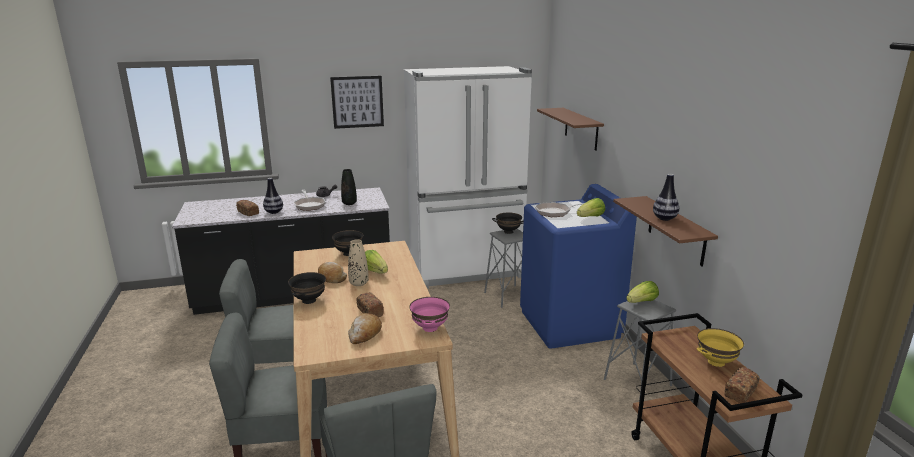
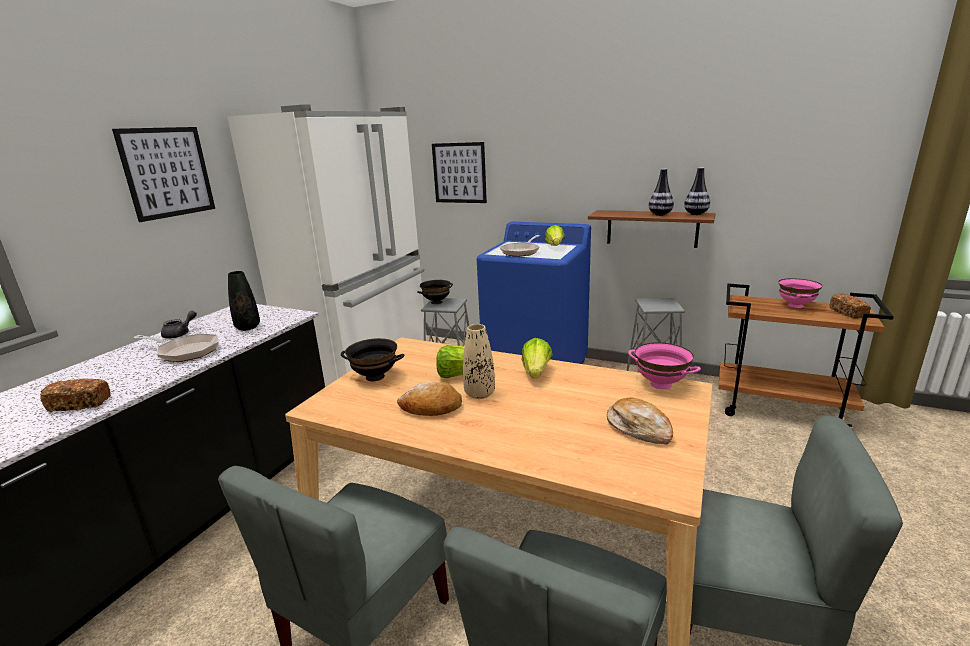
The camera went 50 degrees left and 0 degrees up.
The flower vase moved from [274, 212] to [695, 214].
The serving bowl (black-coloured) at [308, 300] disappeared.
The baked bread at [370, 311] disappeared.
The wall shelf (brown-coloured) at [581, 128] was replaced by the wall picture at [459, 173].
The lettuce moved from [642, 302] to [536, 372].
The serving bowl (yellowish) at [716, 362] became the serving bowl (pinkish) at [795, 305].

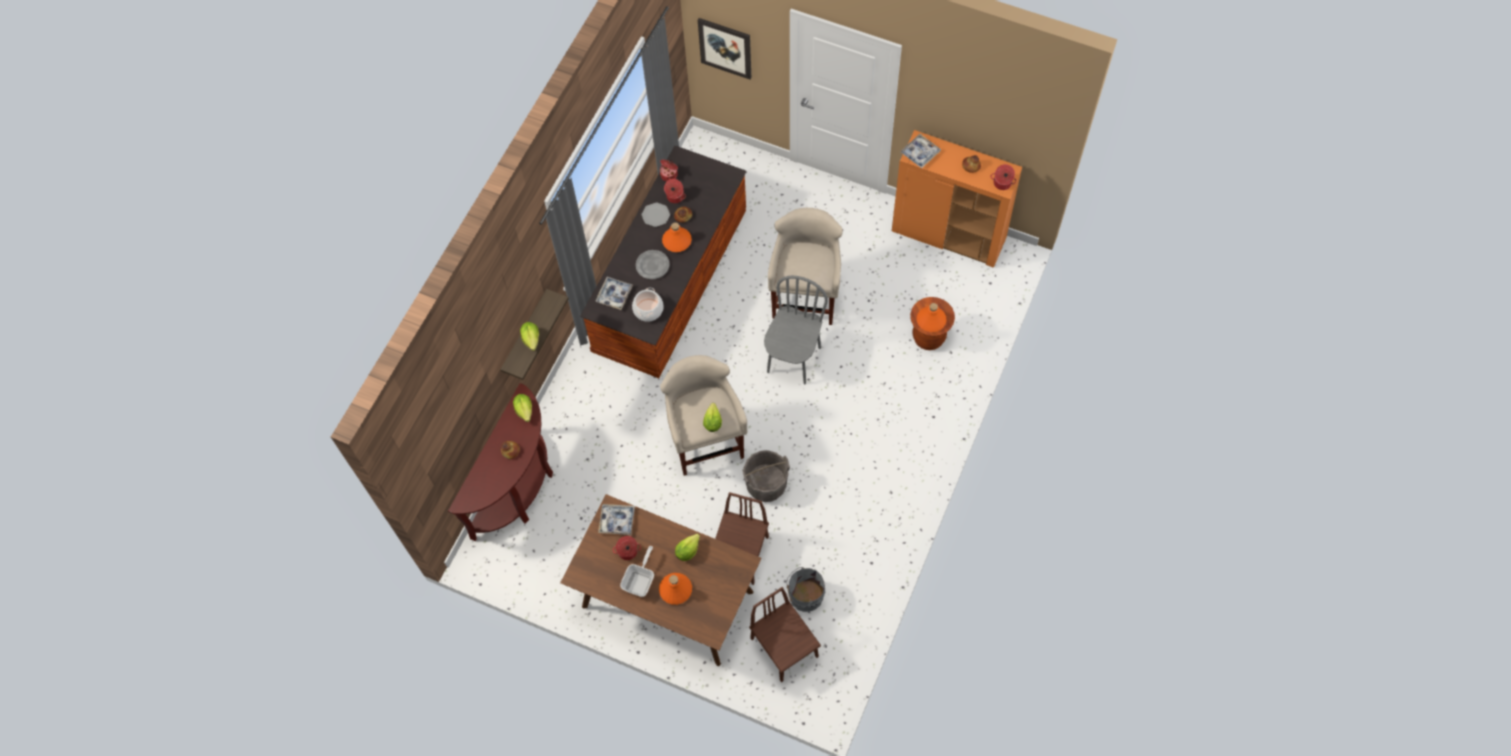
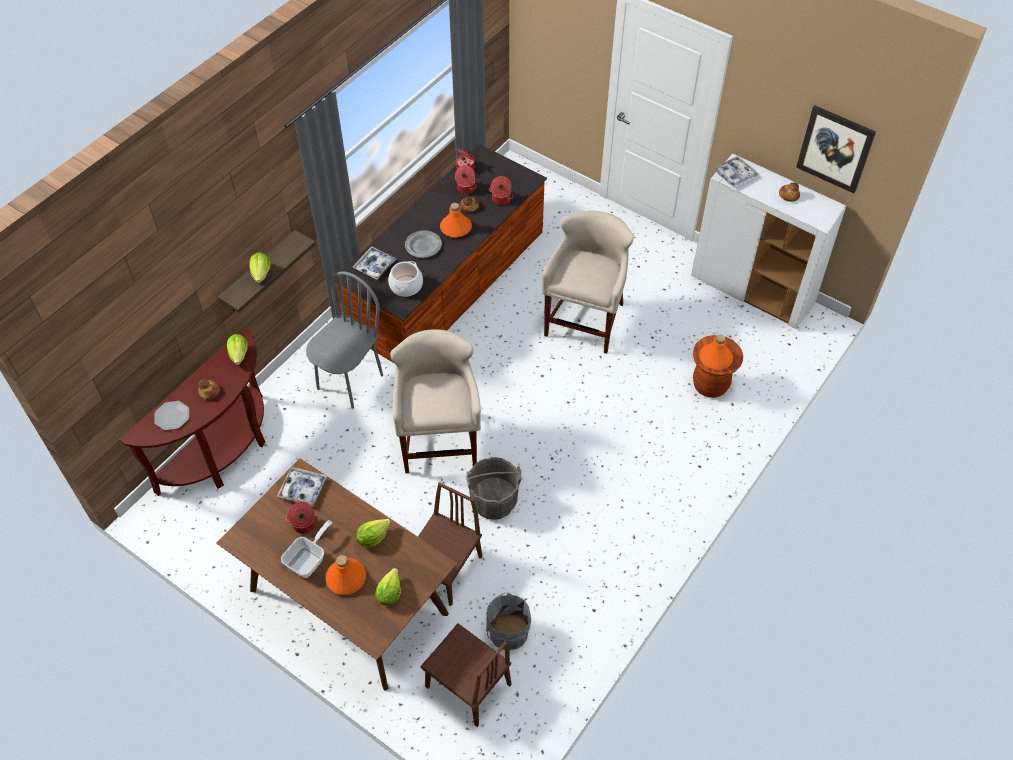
The camera went 10 degrees right and 10 degrees down.
The dinner plate moved from [655, 215] to [172, 416].
The wall picture moved from [725, 48] to [835, 149].
The lettuce moved from [712, 422] to [389, 593].
The upright chair (brown-coloured) at [784, 647] turned 150 degrees clockwise.
The upright chair (grey) moved from [793, 359] to [349, 381].
The cabinet (orangey) at [949, 235] became the cabinet (white-coloured) at [752, 291].
The stockpot moved from [1002, 183] to [501, 199].

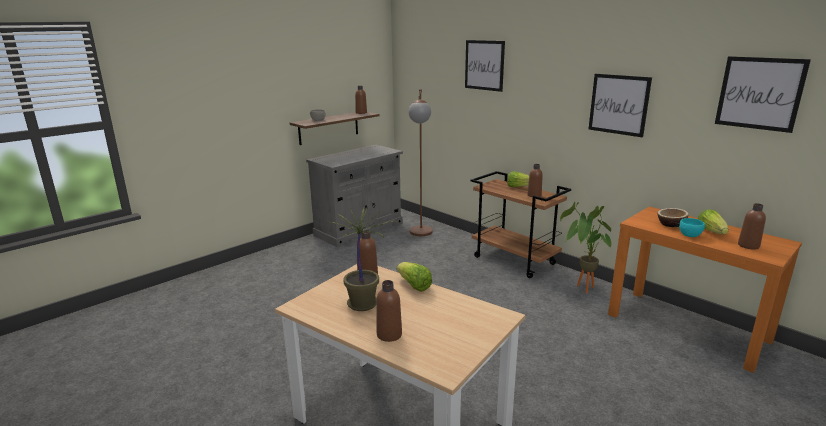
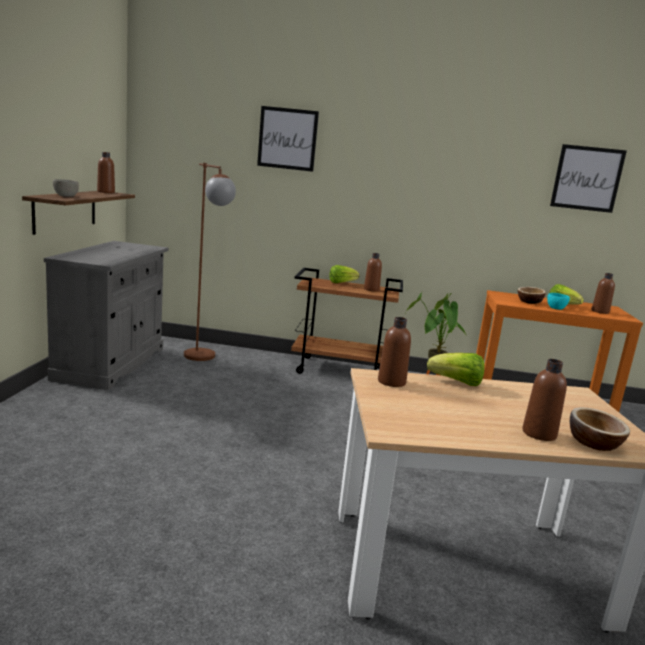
The camera went 40 degrees left and 5 degrees down.
The plant in a pot at [364, 304] disappeared.
The wall picture at [618, 104] disappeared.
The serving bowl at [594, 443] appeared.

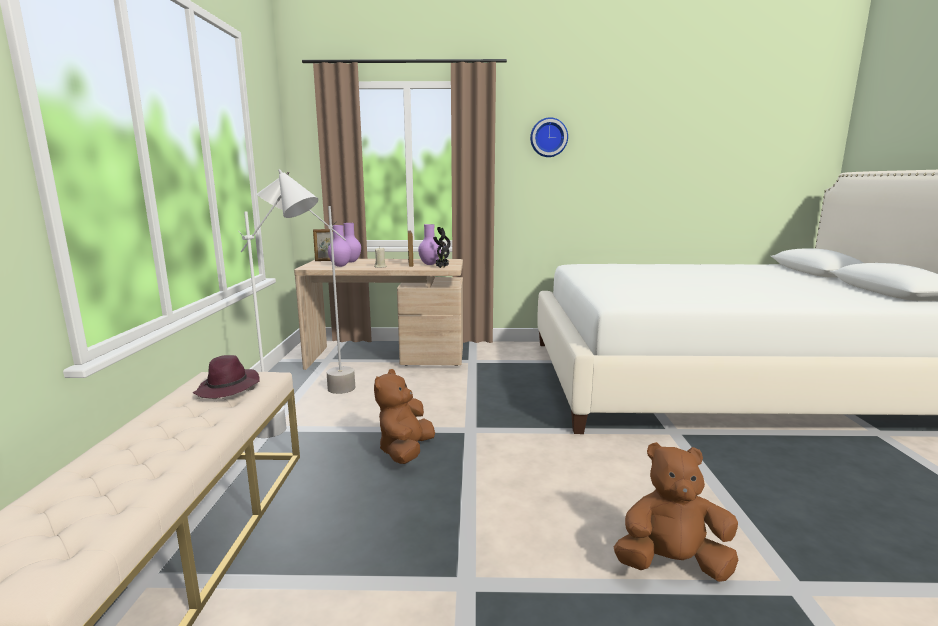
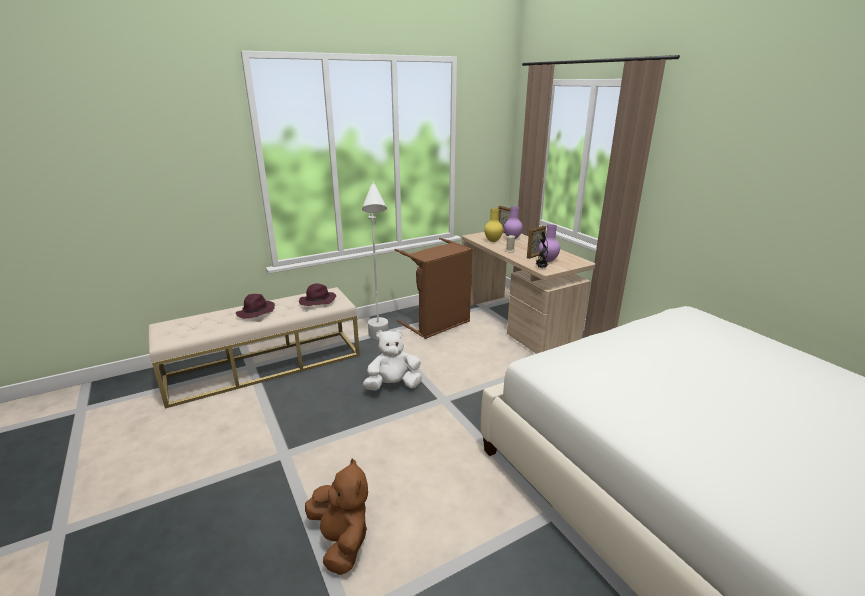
The camera went 60 degrees right and 10 degrees up.
The standard lamp (grey) at [317, 390] was replaced by the laundry basket (brown-coloured) at [437, 324].
The flower vase (purplish) at [340, 266] became the flower vase (yellowish) at [492, 241].
The cuddly toy (brown-coloured) at [405, 451] became the cuddly toy (white-coloured) at [393, 385].
The hanging clock at [548, 137] disappeared.
The hat (purplish) at [256, 312] appeared.

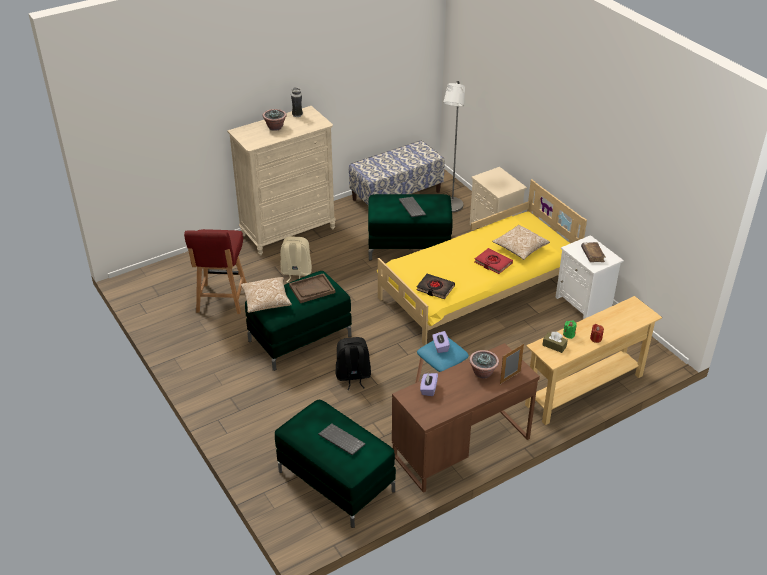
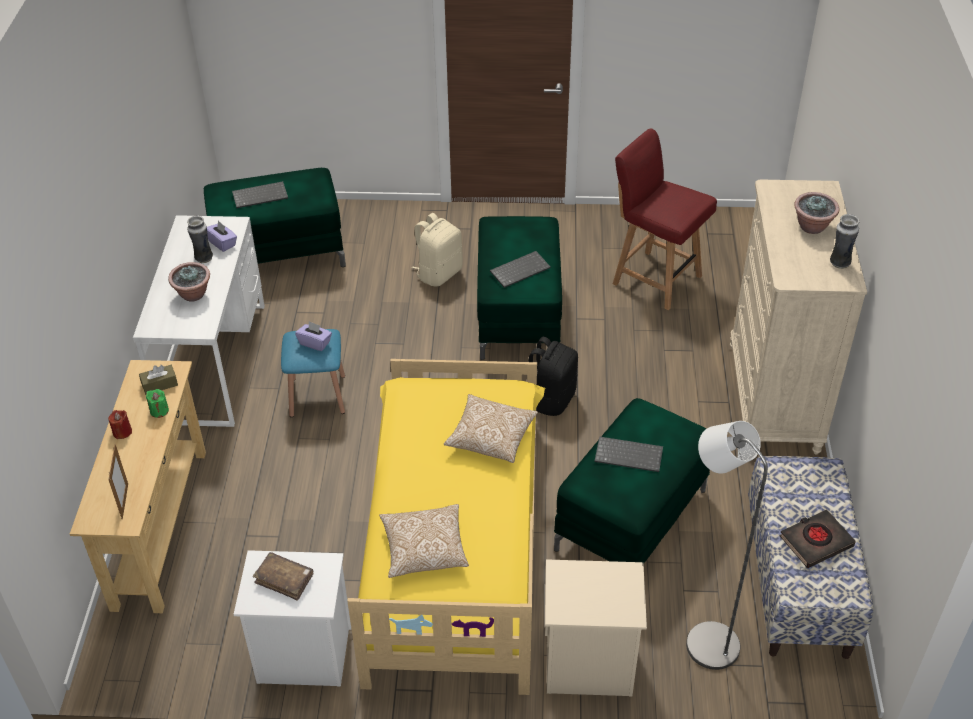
The camera went 125 degrees right and 5 degrees up.
The pillow moved from [266, 301] to [491, 438].
The knapsack (beige-coloured) moved from [296, 273] to [439, 273].
The carrying tray (brown-coloured) at [312, 289] was replaced by the keyboard at [520, 269].
The knapsack (black-coloured) moved from [353, 377] to [551, 399].
The desk unit (brown-coloured) at [461, 446] became the desk unit (white-coloured) at [214, 362].
The book (black-coloured) moved from [435, 288] to [816, 541].
The book (red-coloured) at [493, 263] disappeared.
The photo frame moved from [510, 377] to [125, 501].
The flower vase at [203, 258] appeared.

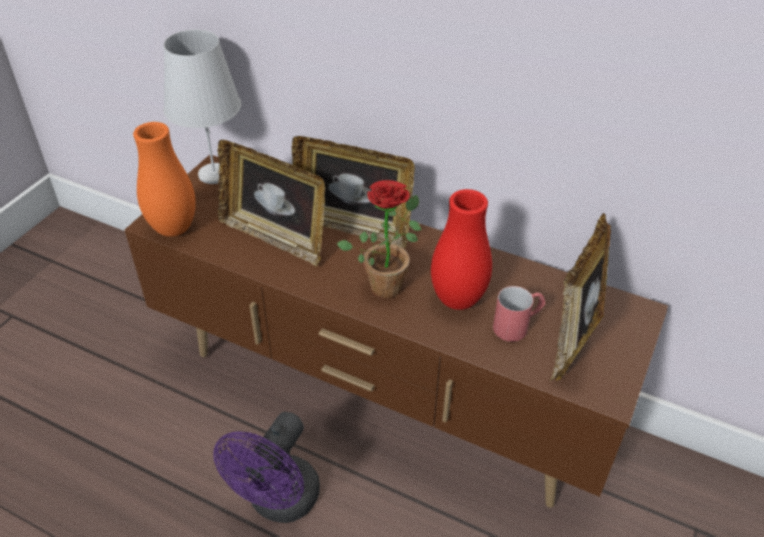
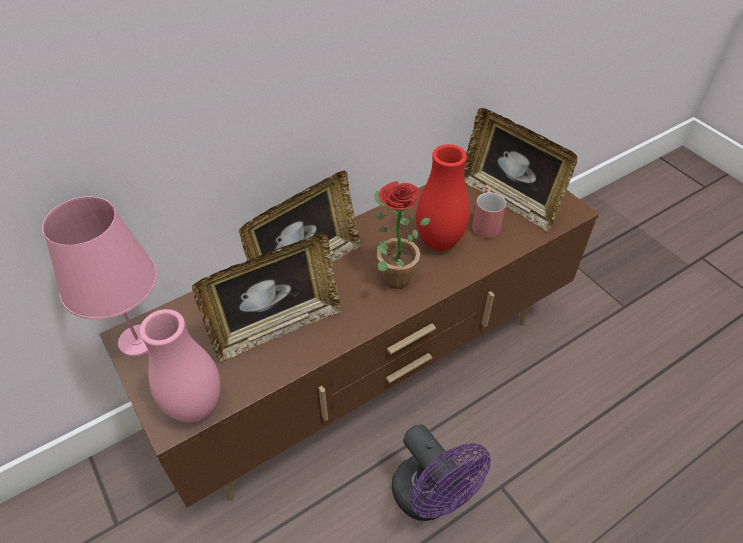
The camera went 60 degrees left and 5 degrees up.
The flower vase (orangey) at [173, 229] became the flower vase (pinkish) at [196, 407].
The tabletop lamp (white-coloured) at [215, 174] became the tabletop lamp (pinkish) at [138, 340].

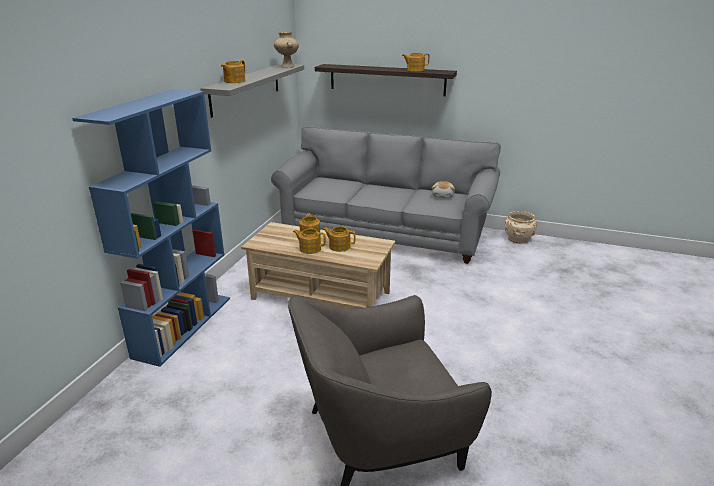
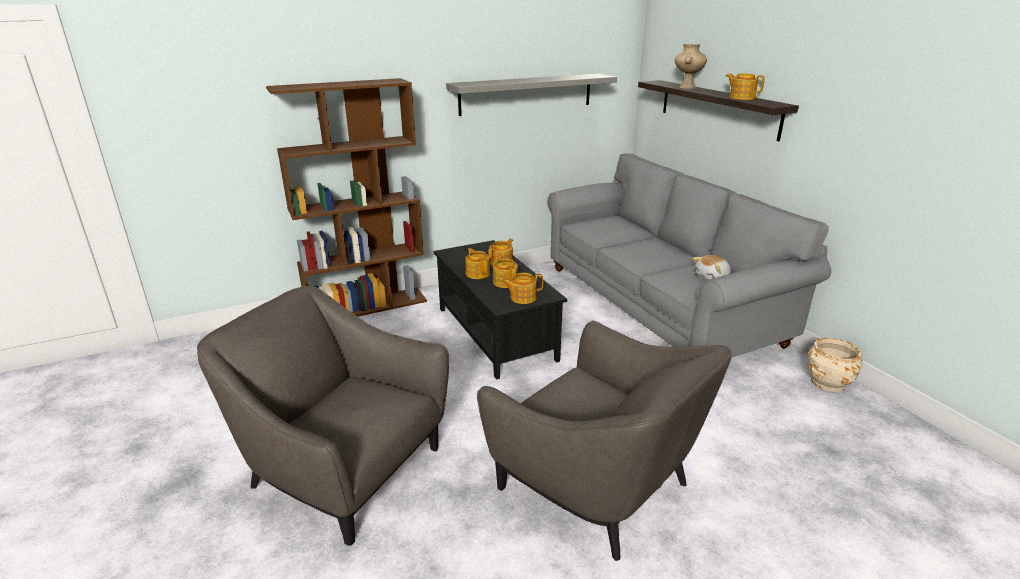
The camera went 45 degrees right and 0 degrees up.
The bookshelf (blue-coloured) at [183, 325] became the bookshelf (brown-coloured) at [367, 306].
The tea pot moved from [234, 81] to [522, 297].
The low table (beige-coloured) at [321, 295] became the low table (black-coloured) at [496, 333].
The flower vase (beige-coloured) moved from [287, 66] to [686, 87].
The armchair (grey) at [596, 484] appeared.

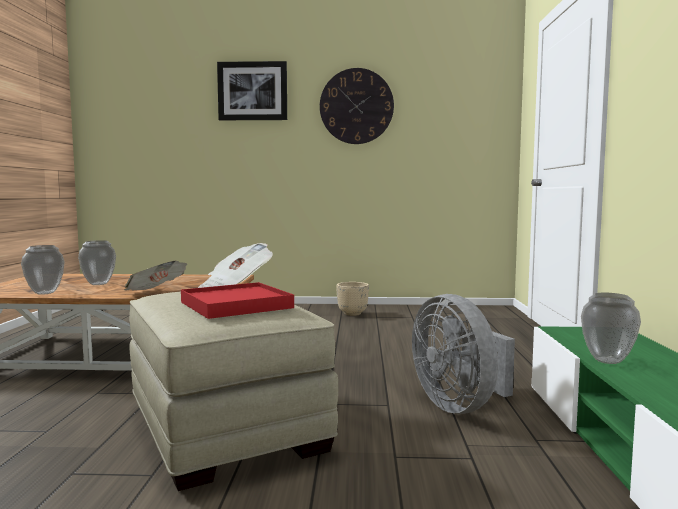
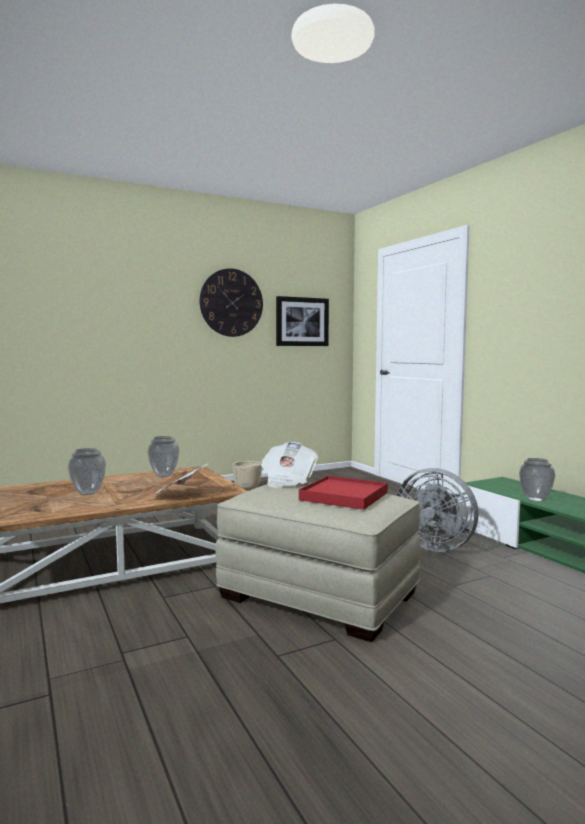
The camera went 30 degrees left and 0 degrees up.
The flower vase moved from [44, 293] to [163, 475].
The wall picture moved from [252, 91] to [302, 321].

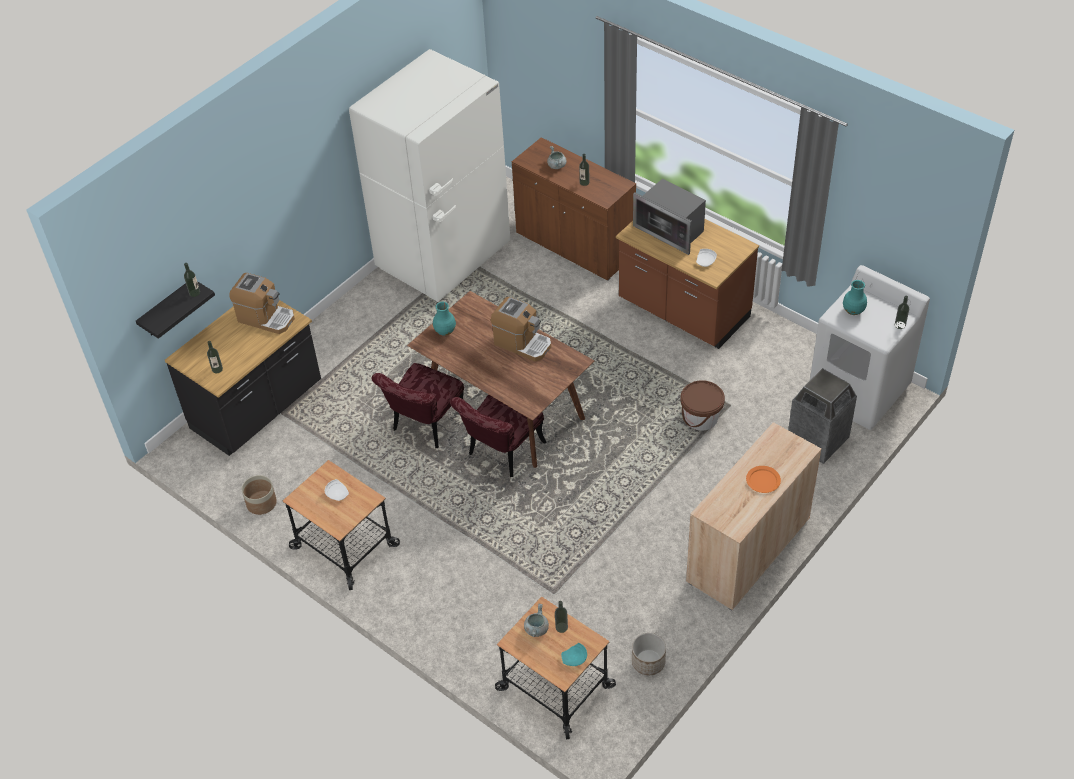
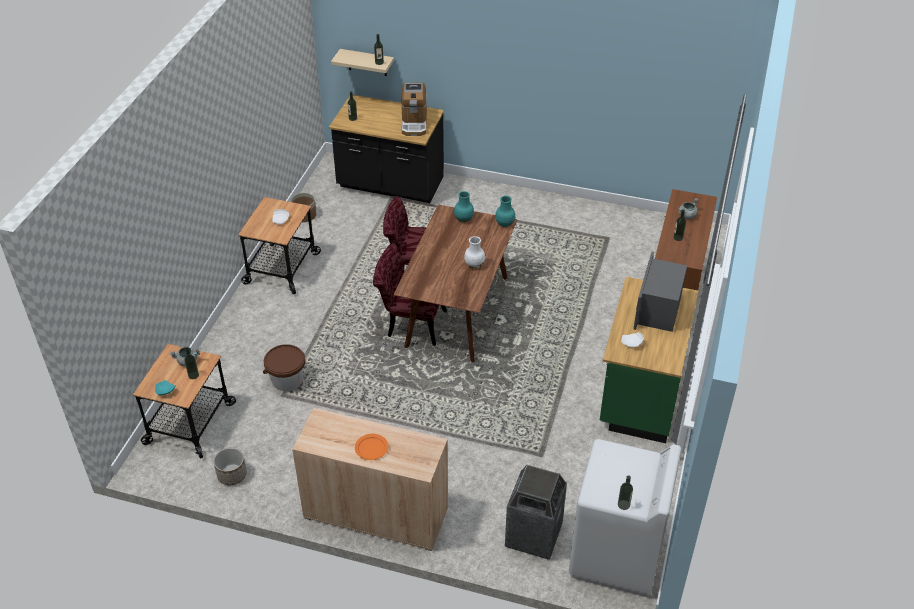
The camera went 65 degrees right and 5 degrees down.
The wall shelf (black-coloured) at [167, 309] became the wall shelf (beige-coloured) at [367, 62].
The fridge (white-coloured) at [444, 257] disappeared.
The coffee machine at [522, 343] was replaced by the flower vase (white-coloured) at [474, 265].
The kitchen counter (brown-coloured) at [683, 311] became the kitchen counter (greenish) at [640, 392].
The pail (brown-coloured) moved from [701, 418] to [287, 380].
The flower vase (turquoise) moved from [853, 310] to [504, 223].

